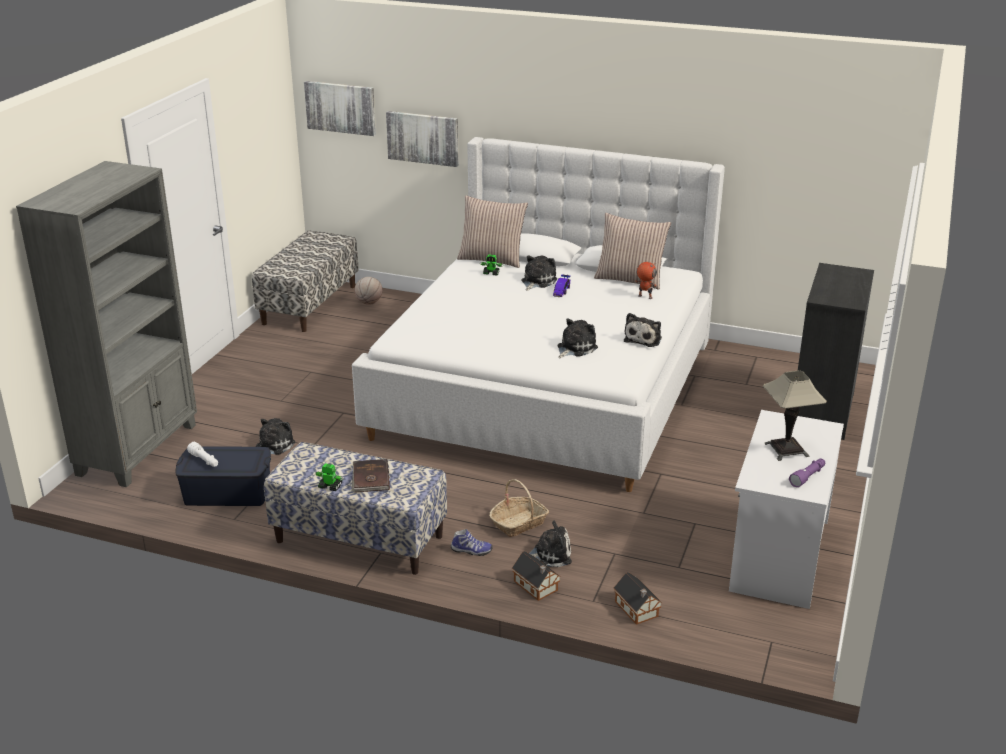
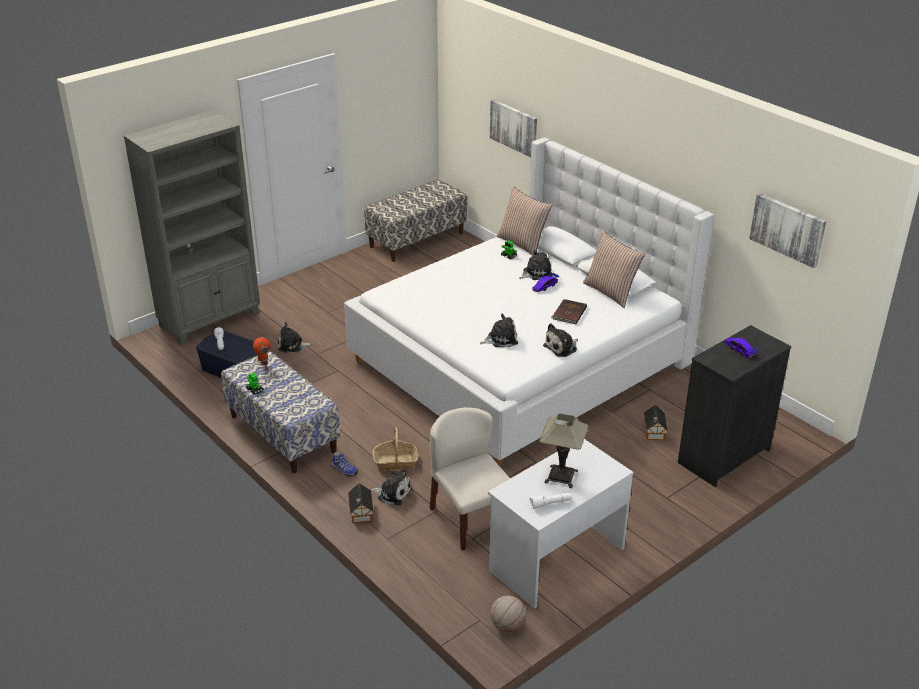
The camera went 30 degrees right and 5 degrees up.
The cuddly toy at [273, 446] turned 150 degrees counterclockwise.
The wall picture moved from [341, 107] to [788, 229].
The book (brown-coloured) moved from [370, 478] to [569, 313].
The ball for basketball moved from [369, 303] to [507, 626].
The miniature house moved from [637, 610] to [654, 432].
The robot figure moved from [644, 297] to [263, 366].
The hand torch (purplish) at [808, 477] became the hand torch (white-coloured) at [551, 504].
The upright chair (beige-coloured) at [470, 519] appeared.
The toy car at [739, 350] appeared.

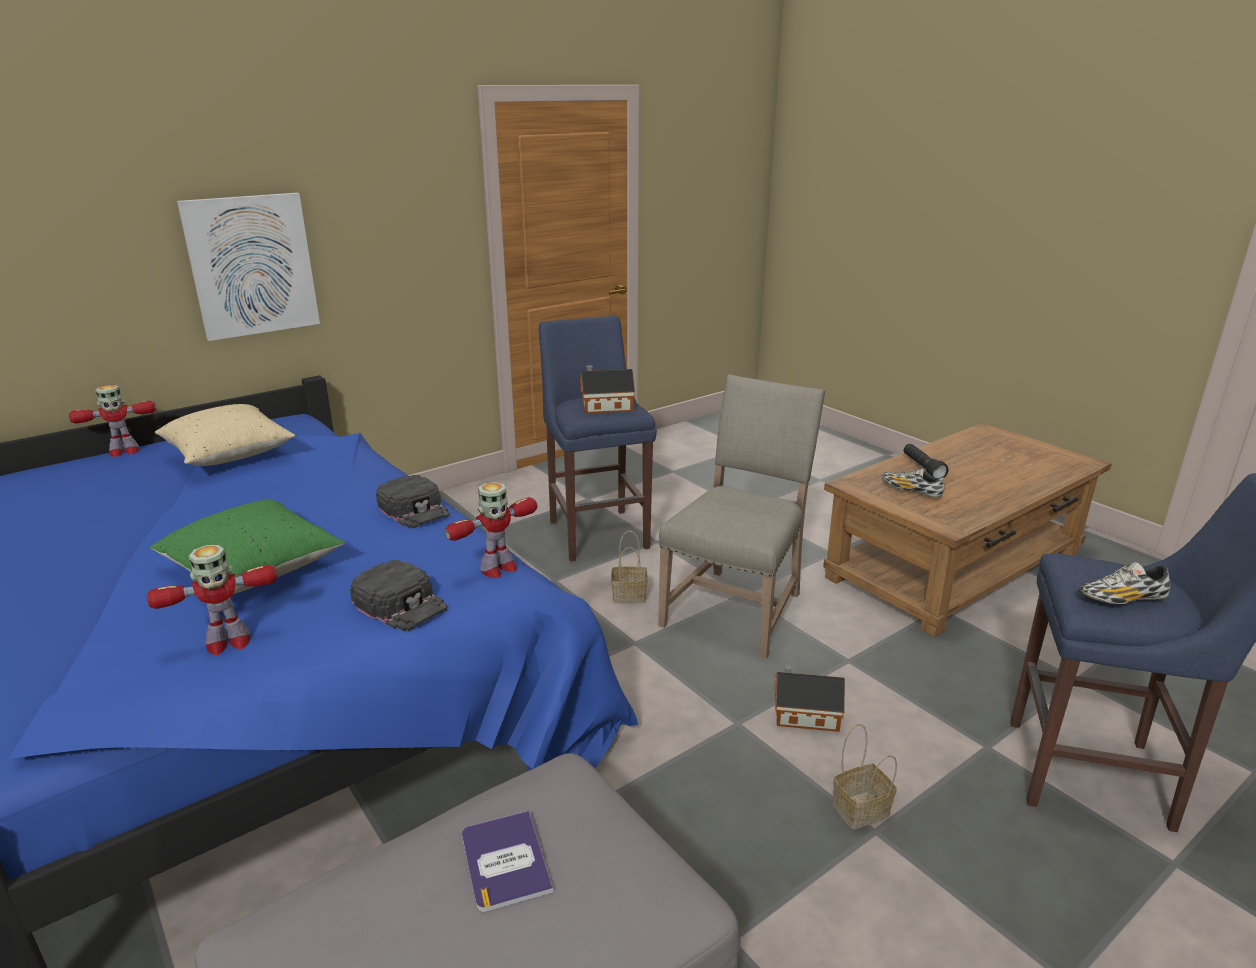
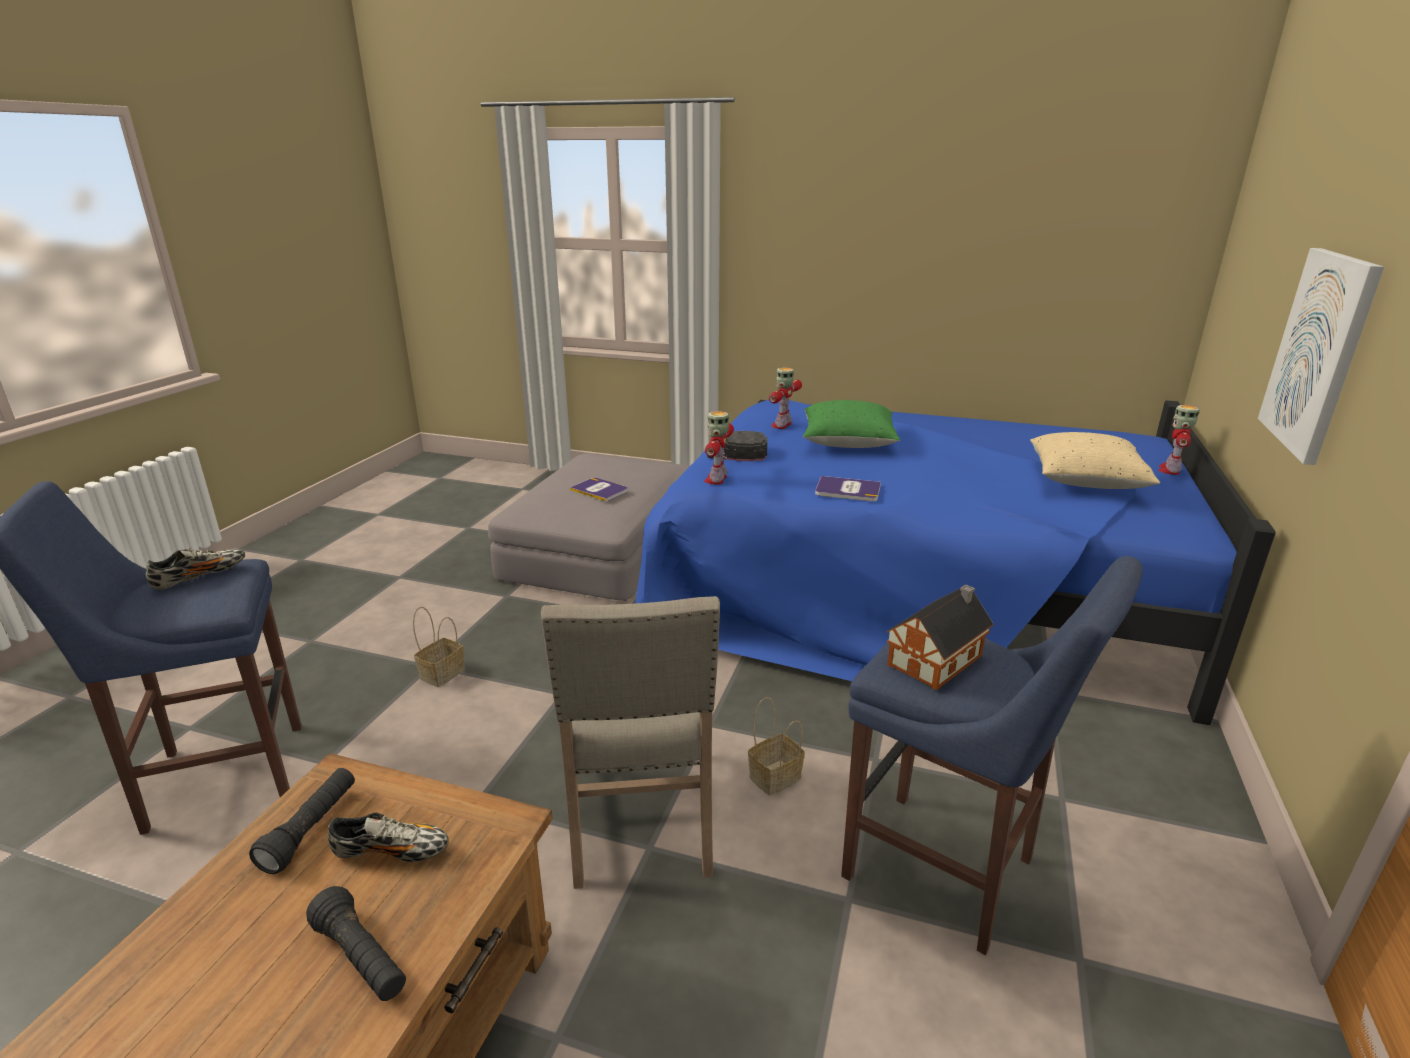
The camera went 145 degrees right and 0 degrees up.
The peaked cap (black-coloured) at [414, 509] was replaced by the book at [848, 490].
The miniature house at [803, 714] disappeared.
The hand torch (black-coloured) at [311, 829] appeared.

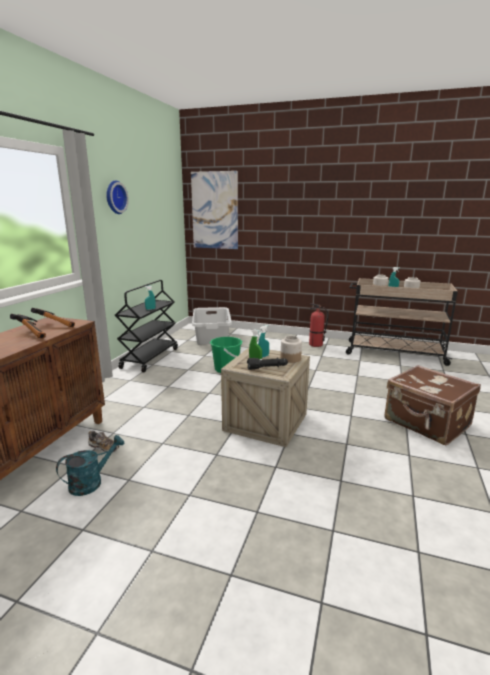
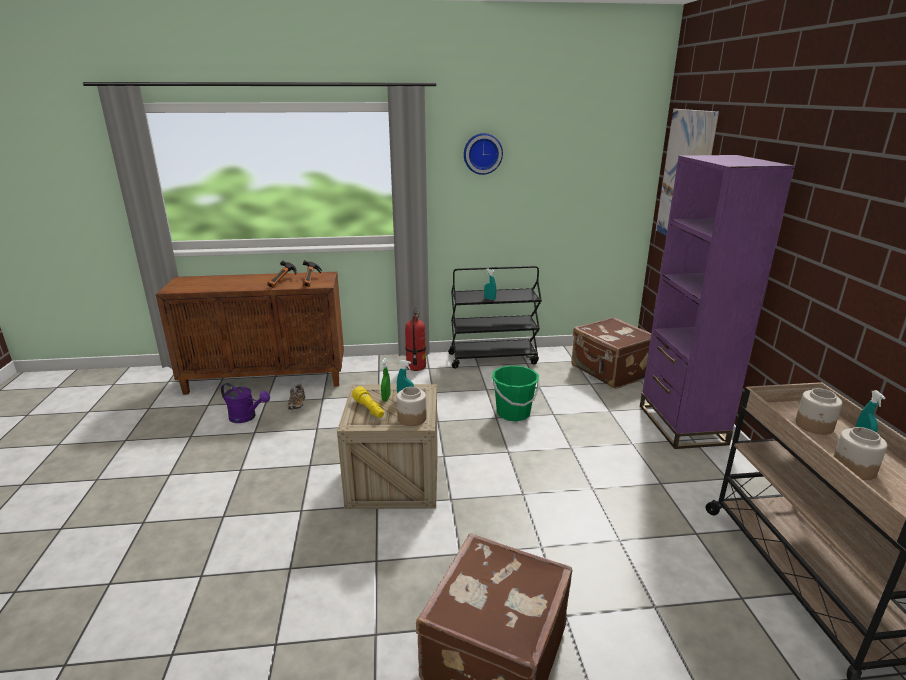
The camera went 65 degrees right and 5 degrees up.
The watering pot (turquoise) at [91, 482] became the watering pot (purplish) at [246, 417].
The laundry basket (grey) at [212, 336] was replaced by the travel case (brown-coloured) at [610, 372].
The hand torch (black-coloured) at [267, 368] became the hand torch (yellowish) at [369, 409].
The fire extinguisher moved from [315, 345] to [416, 367].
The bookshelf (purplish) at [681, 424] appeared.

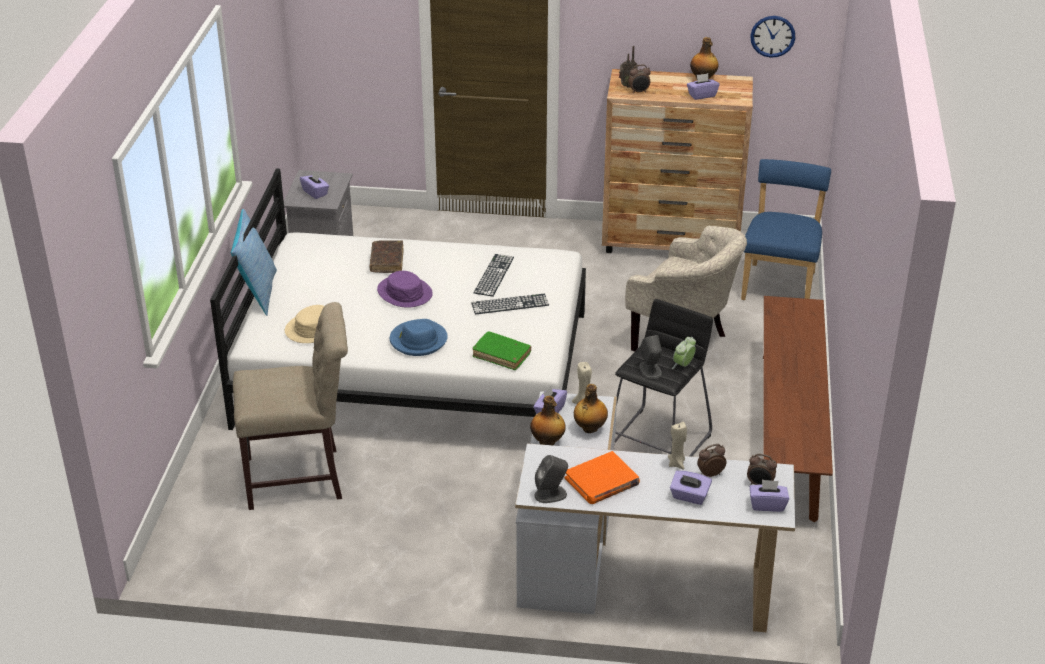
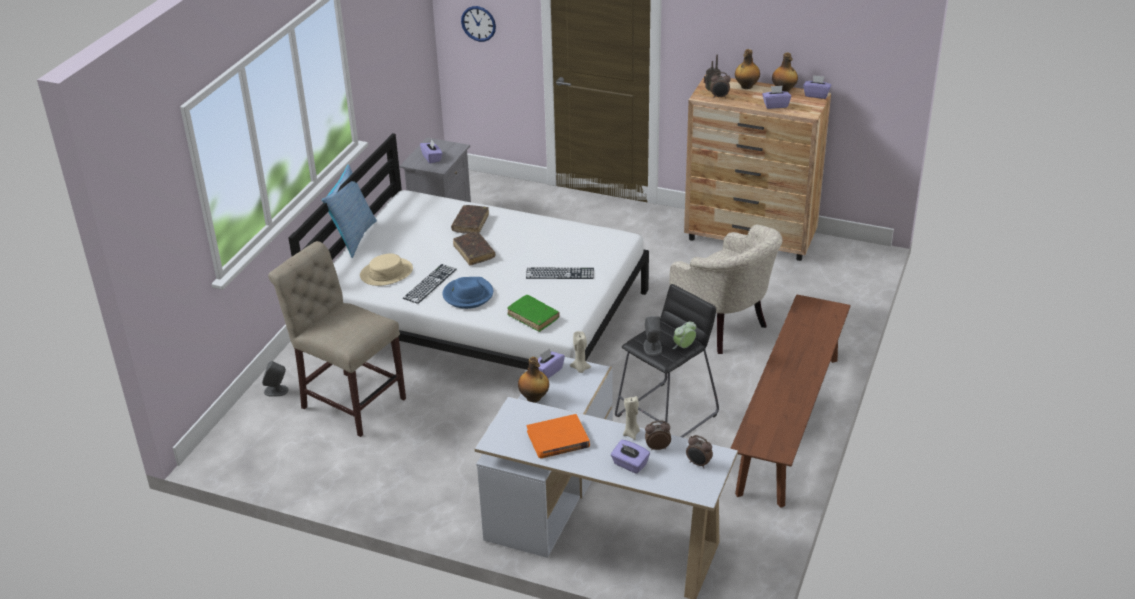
The camera went 15 degrees right and 0 degrees up.
The upright chair (beige-coloured) at [300, 478] turned 150 degrees counterclockwise.
The hat (purplish) at [405, 292] was replaced by the book (brown-coloured) at [474, 252].
The keyboard moved from [494, 275] to [430, 283].
The audio speaker (grey) moved from [551, 494] to [276, 391].
The bottle moved from [589, 428] to [746, 86].
The upright chair (blue-coloured) at [779, 284] disappeared.
The hanging clock moved from [772, 36] to [478, 23].
The box of tissues (purplish) moved from [767, 505] to [816, 95].

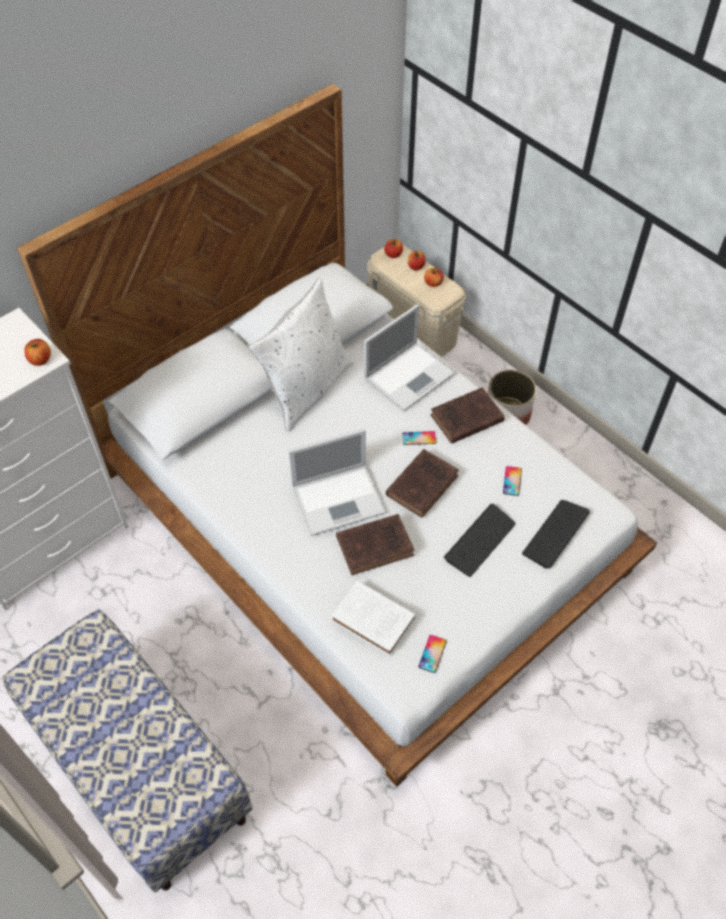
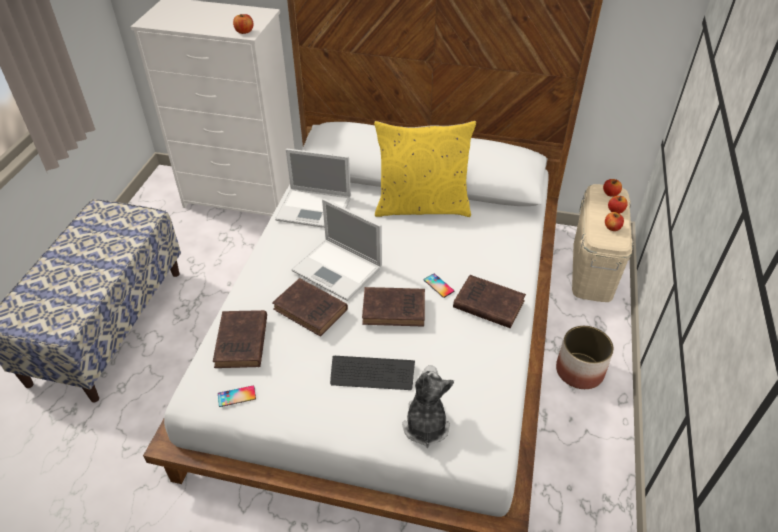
The camera went 55 degrees right and 10 degrees down.
The pillow (white-coloured) at [306, 389] became the pillow (yellowish) at [422, 206].
The book (white-coloured) at [375, 621] became the book (brown-coloured) at [241, 343].
The laptop moved from [410, 375] to [315, 209].
The telephone at [512, 481] disappeared.
The keyboard at [555, 534] was replaced by the cuddly toy at [425, 424].

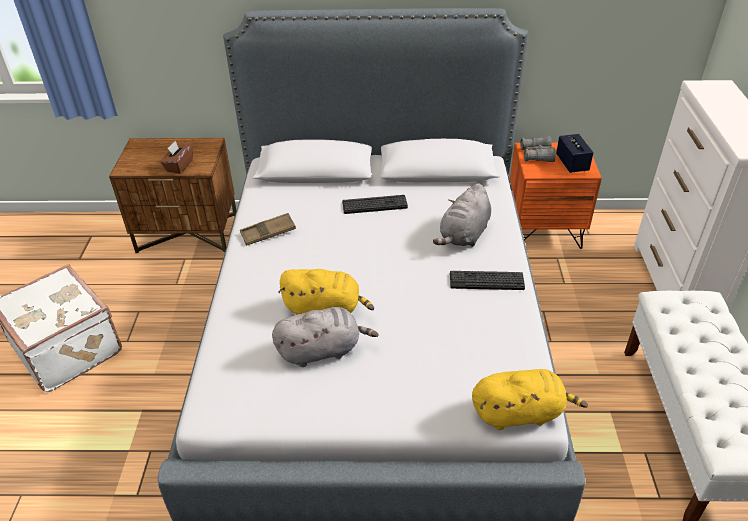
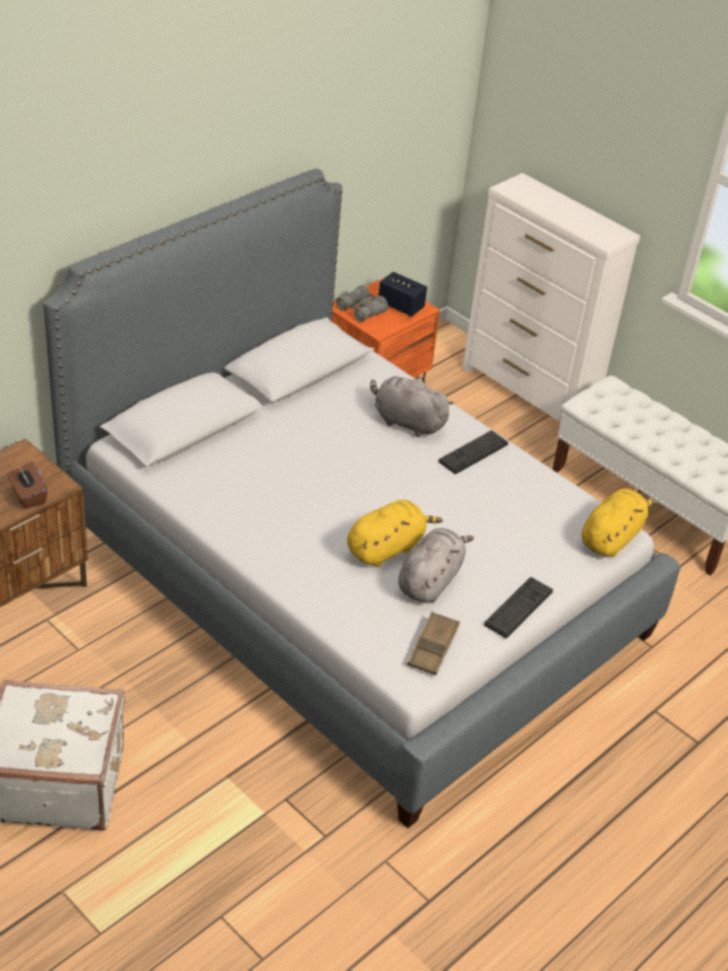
The camera went 50 degrees left and 0 degrees up.
The carrying tray (brown-coloured) moved from [268, 233] to [433, 647].
The keyboard moved from [374, 205] to [518, 608].
The cuddly toy (grey) at [464, 235] turned 135 degrees clockwise.

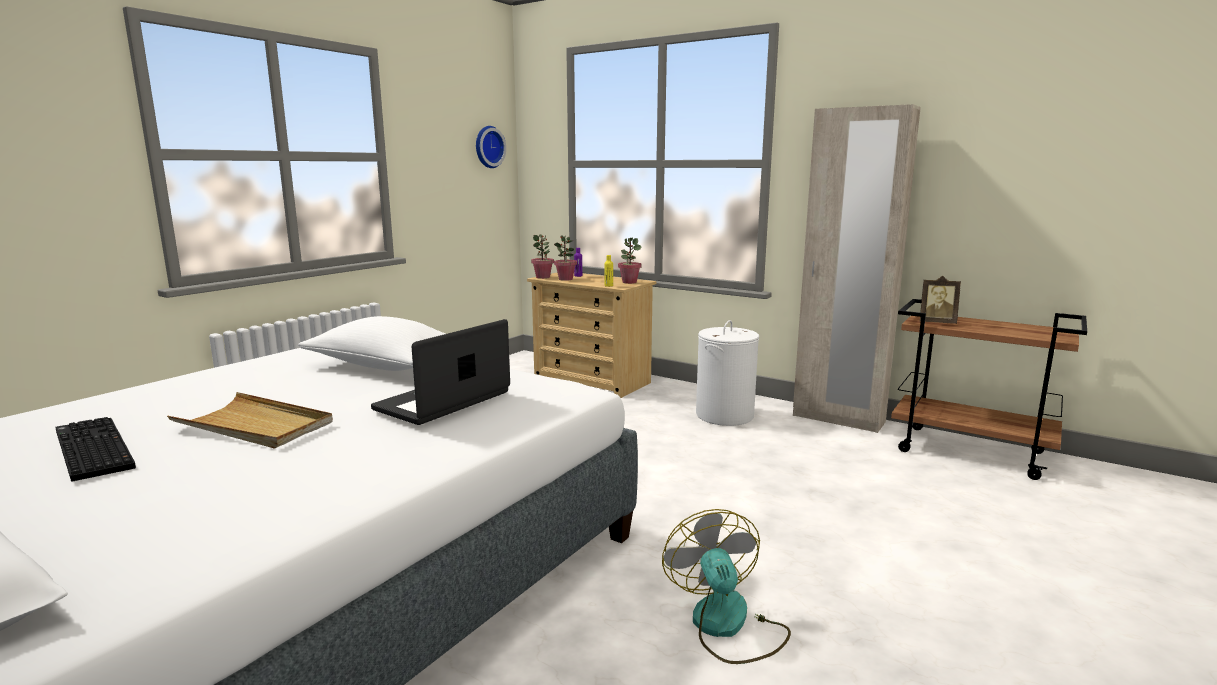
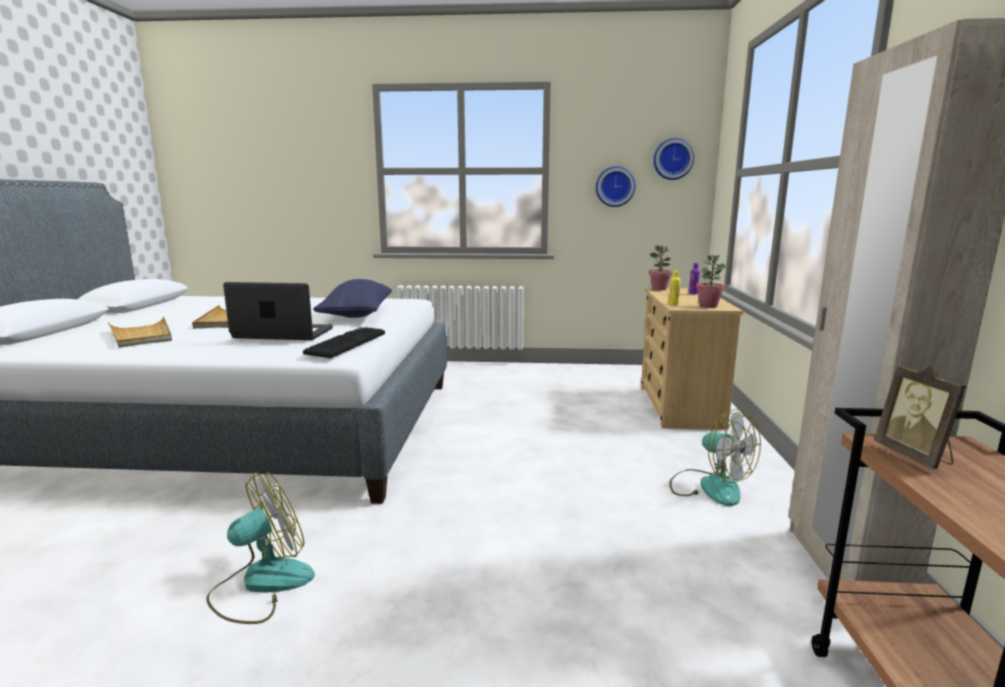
The camera went 60 degrees right and 0 degrees up.
The keyboard moved from [90, 450] to [346, 343].
The pillow (white-coloured) at [386, 367] became the pillow (blue-coloured) at [357, 315].
The plant in a pot at [565, 279] disappeared.
The laundry basket (white-coloured) at [724, 415] was replaced by the cooling fan at [710, 486].
The carrying tray (beige-coloured) at [141, 335] appeared.
The hanging clock at [614, 186] appeared.

